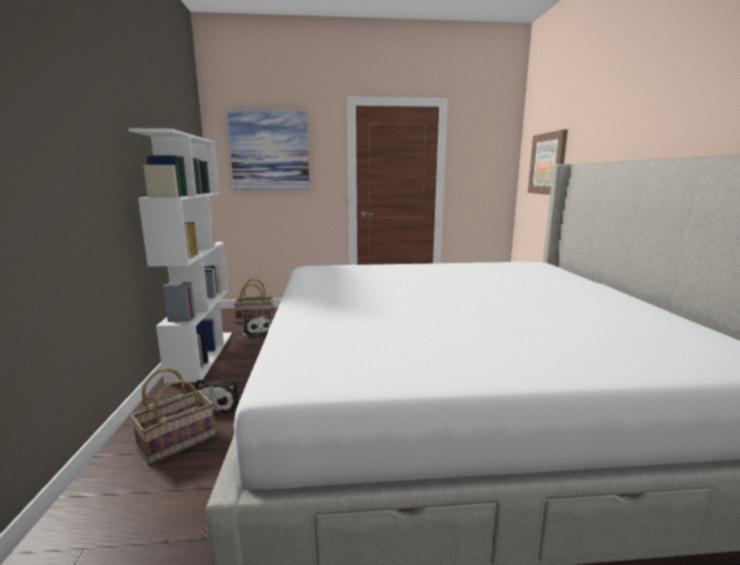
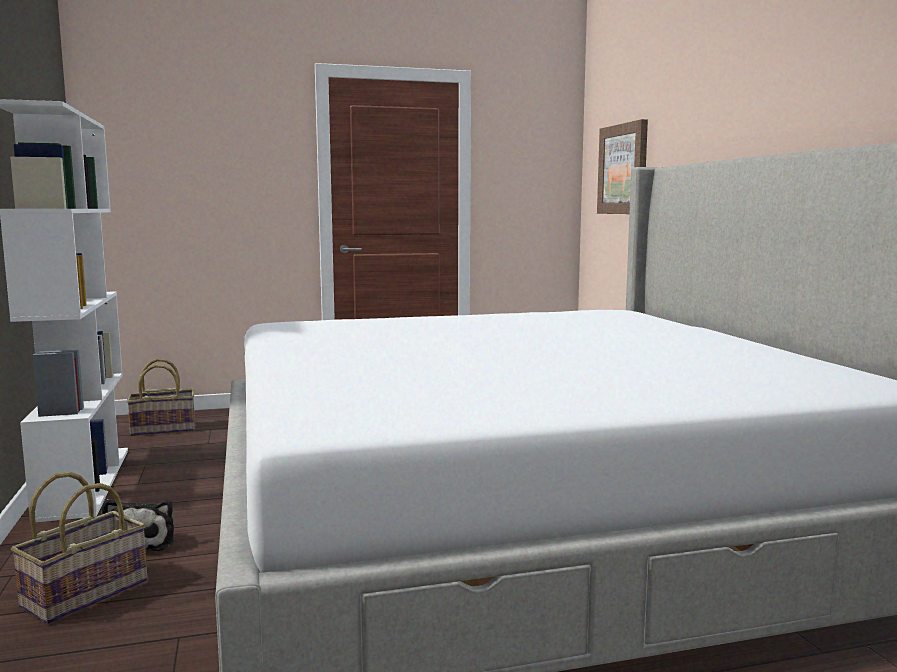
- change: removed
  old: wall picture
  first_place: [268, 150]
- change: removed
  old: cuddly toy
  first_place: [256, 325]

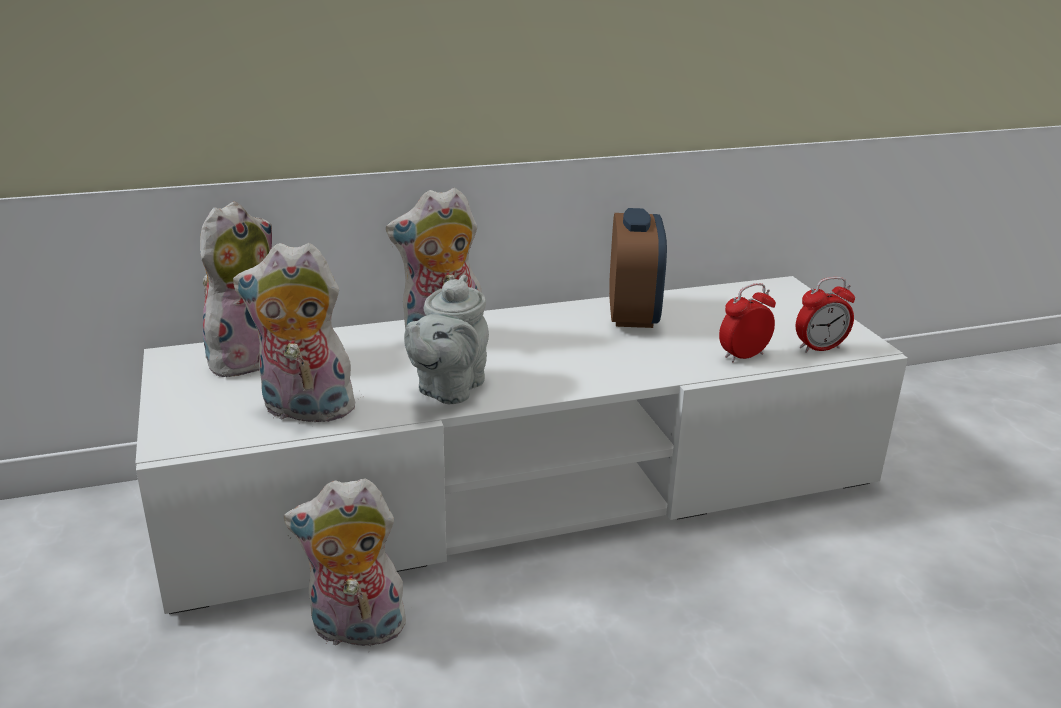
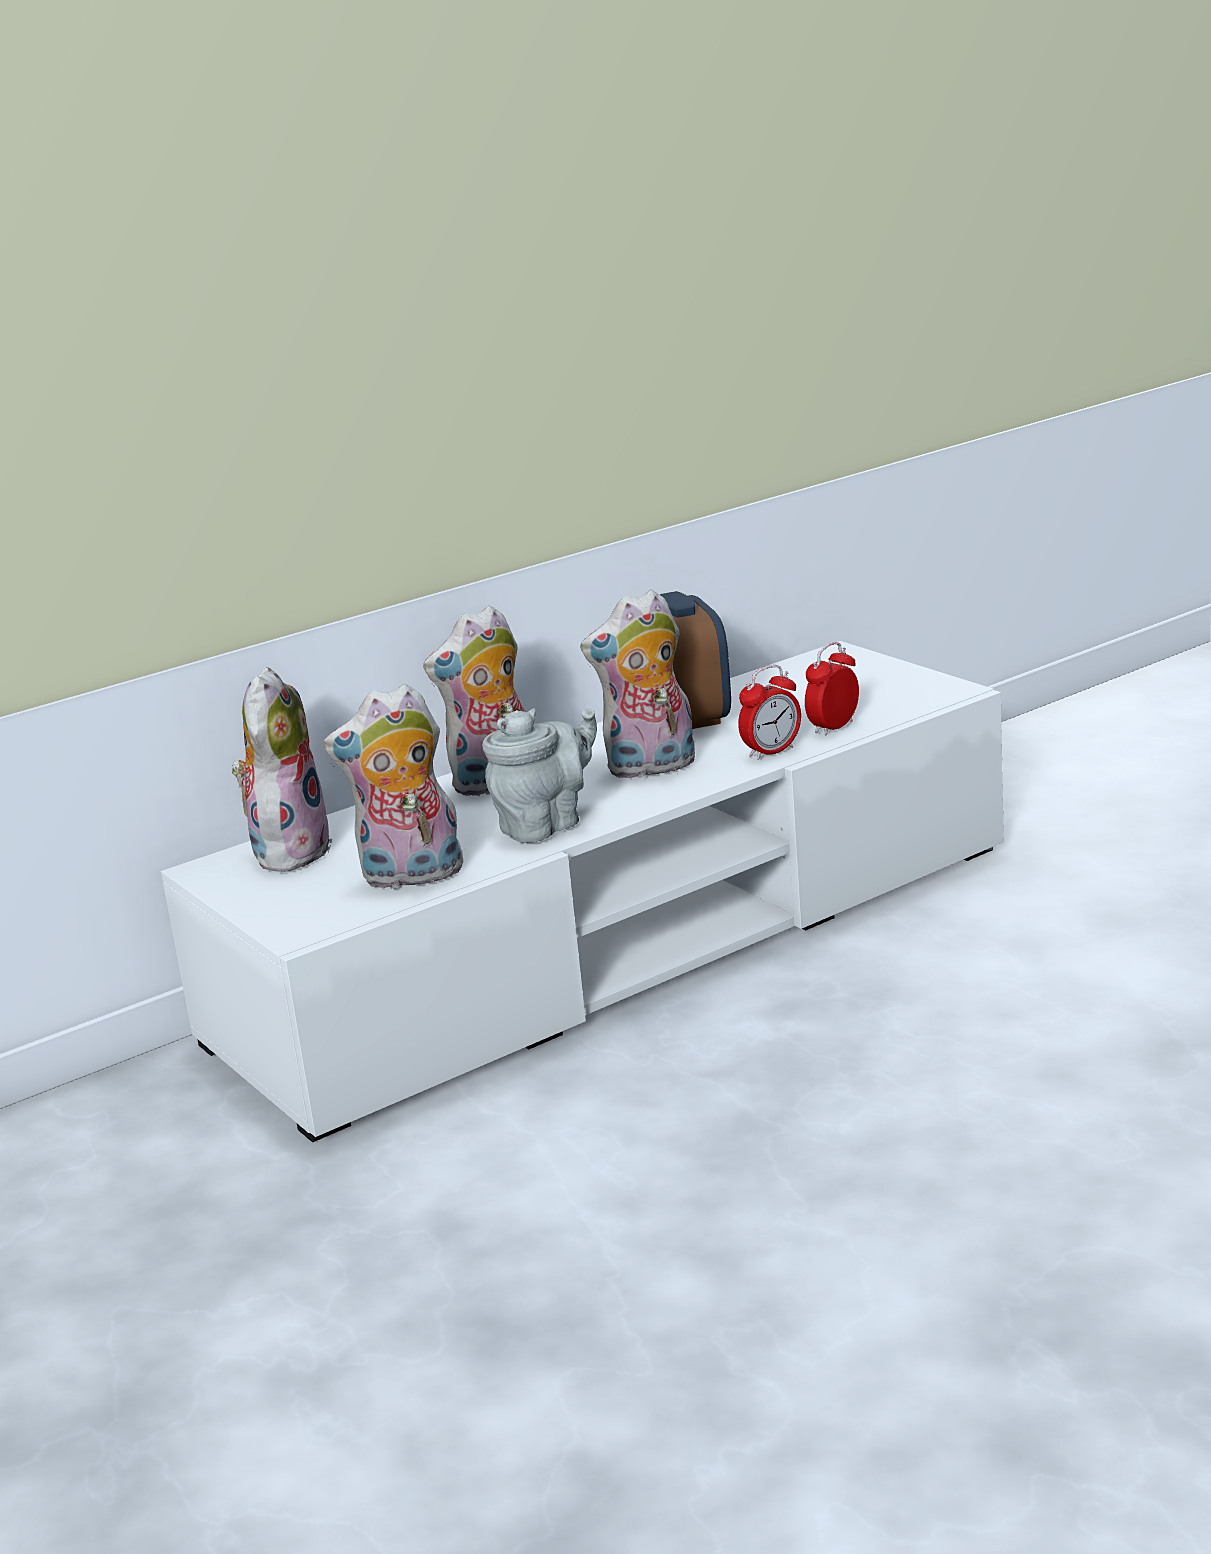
- change: turned
  old: pot for tea (gray)
  first_place: [446, 339]
  second_place: [539, 775]
  degrees: -135
- change: moved
  old: cuddly toy
  first_place: [346, 562]
  second_place: [637, 684]
- change: moved
  old: alarm clock
  first_place: [825, 315]
  second_place: [769, 712]

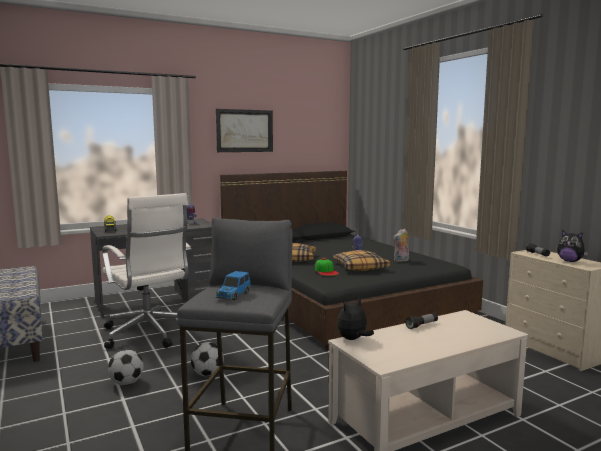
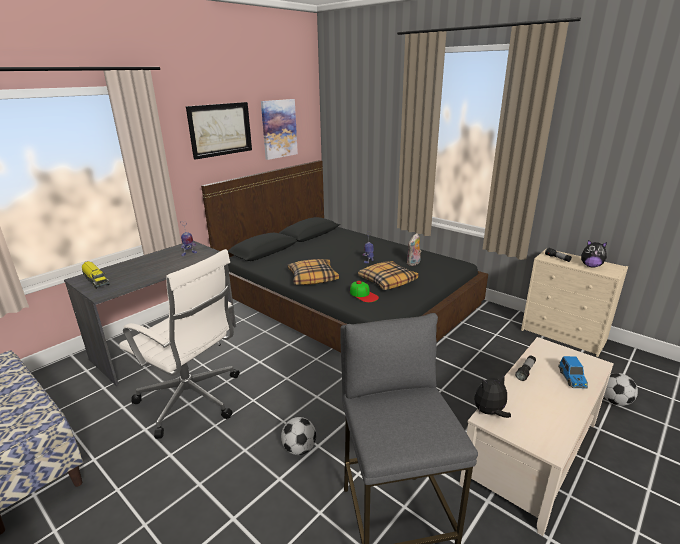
- change: added
  new: wall picture
  second_place: [279, 129]
- change: turned
  old: cuddly toy
  first_place: [355, 319]
  second_place: [492, 397]
  degrees: 45
- change: moved
  old: miniature car
  first_place: [234, 285]
  second_place: [573, 372]
- change: moved
  old: football ball
  first_place: [126, 368]
  second_place: [621, 389]

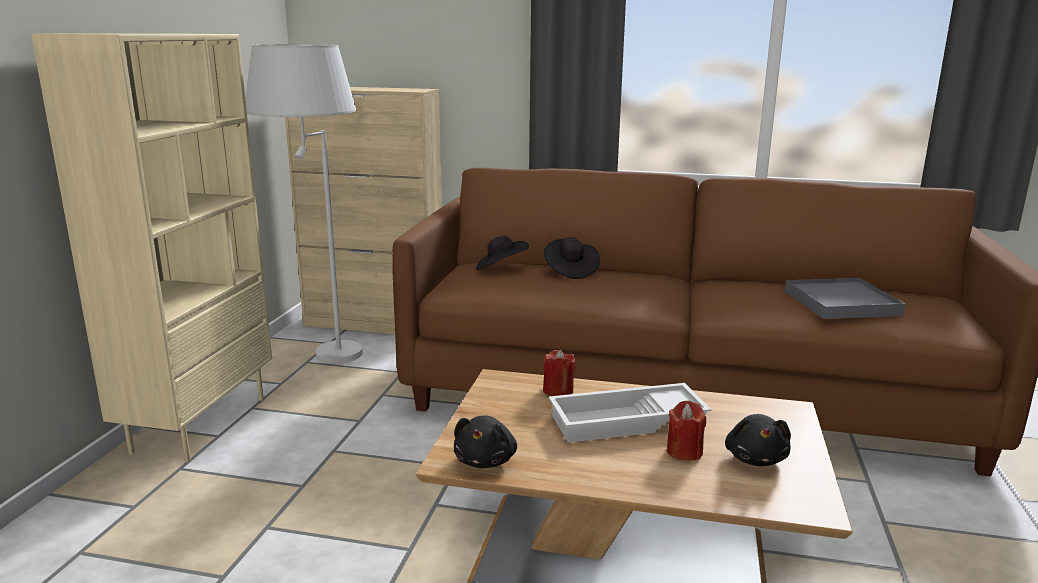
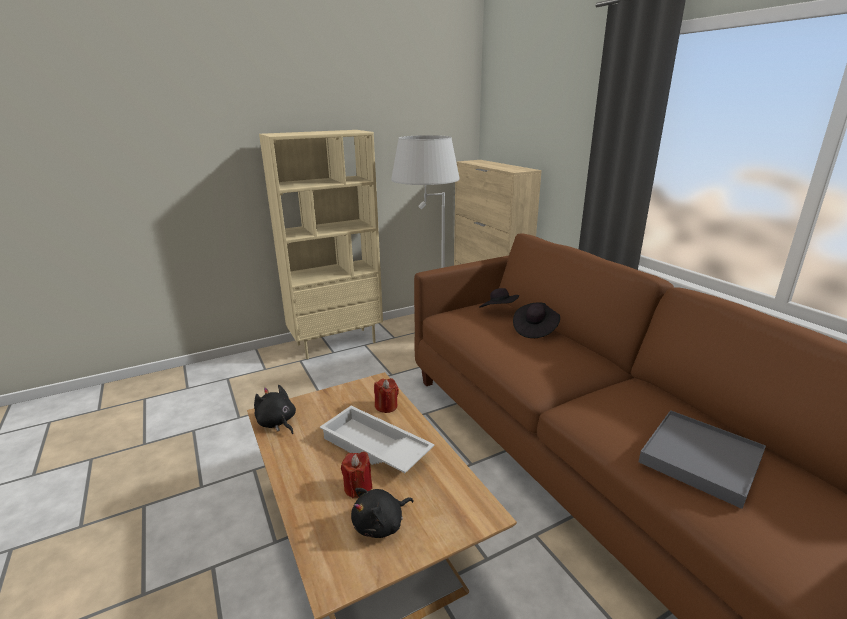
- change: turned
  old: cuddly toy (blackish)
  first_place: [485, 441]
  second_place: [275, 409]
  degrees: 75

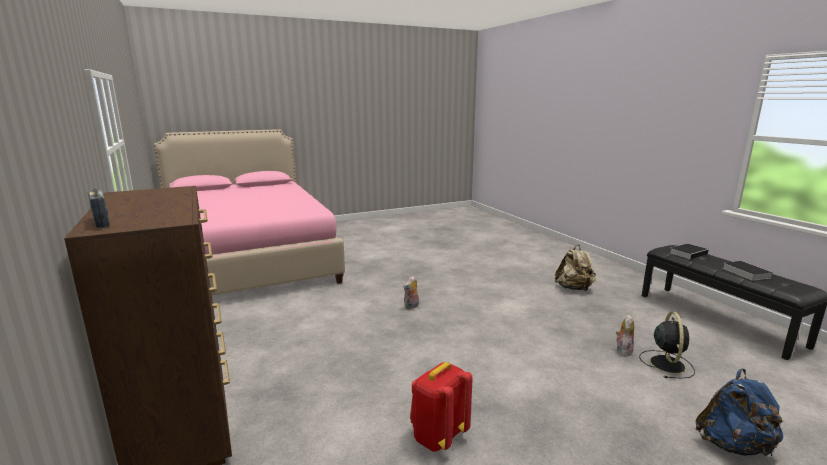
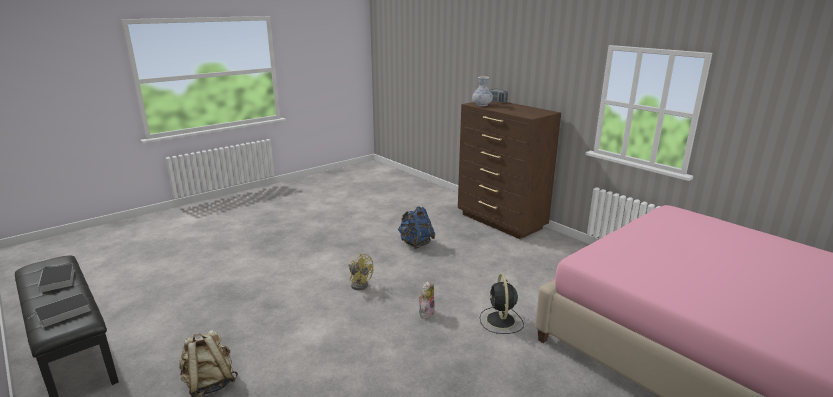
- change: added
  new: cooling fan (yellow-coloured)
  second_place: [360, 271]
- change: moved
  old: rucksack (bluish)
  first_place: [739, 413]
  second_place: [416, 227]
- change: added
  new: vase
  second_place: [482, 91]
- change: moved
  old: cooling fan (blackish)
  first_place: [667, 345]
  second_place: [502, 304]
- change: removed
  old: rucksack (red)
  first_place: [441, 407]
- change: removed
  old: cuddly toy
  first_place: [625, 335]

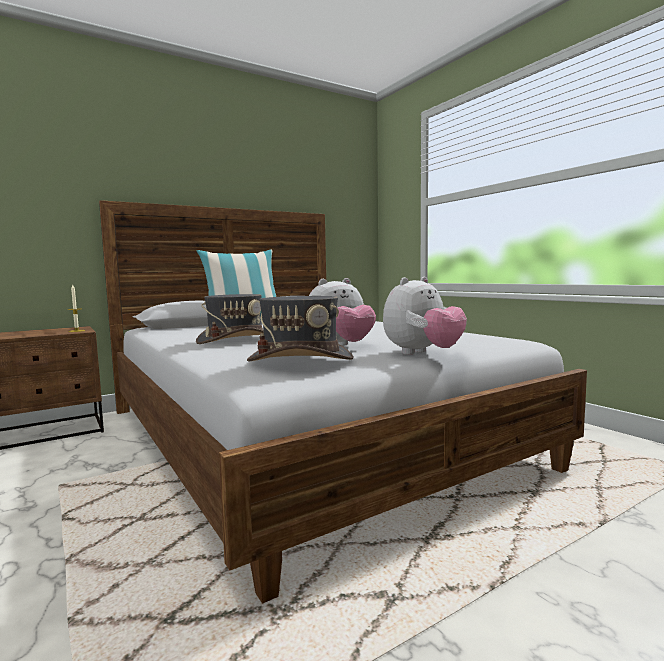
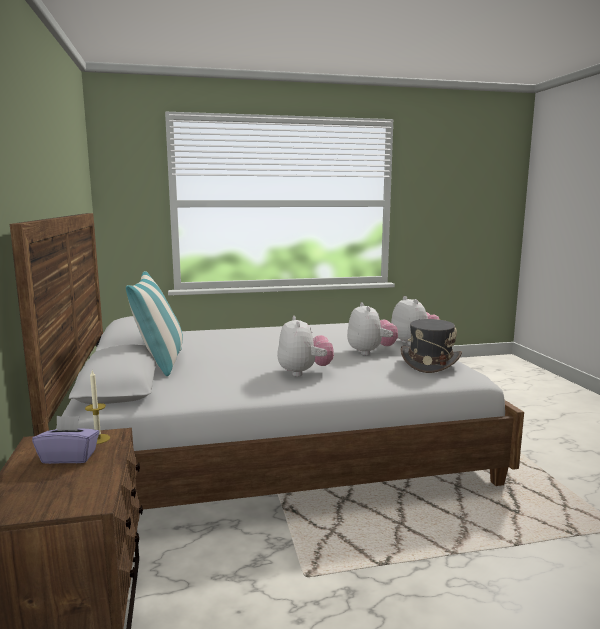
- change: added
  new: box of tissues (purple-coloured)
  second_place: [65, 440]
- change: replaced
  old: wearable hat (gray)
  new: cuddly toy
  first_place: [229, 319]
  second_place: [305, 346]

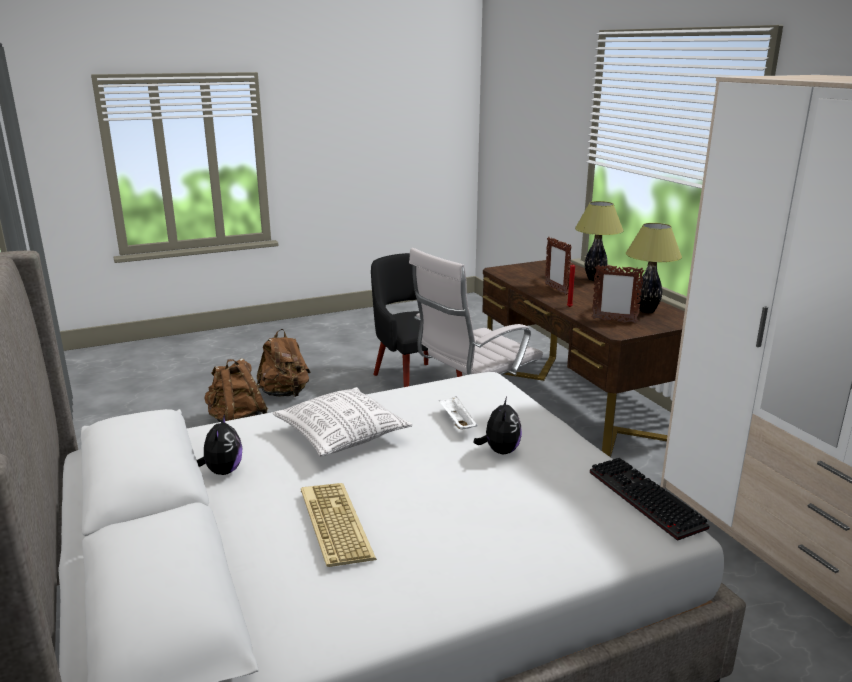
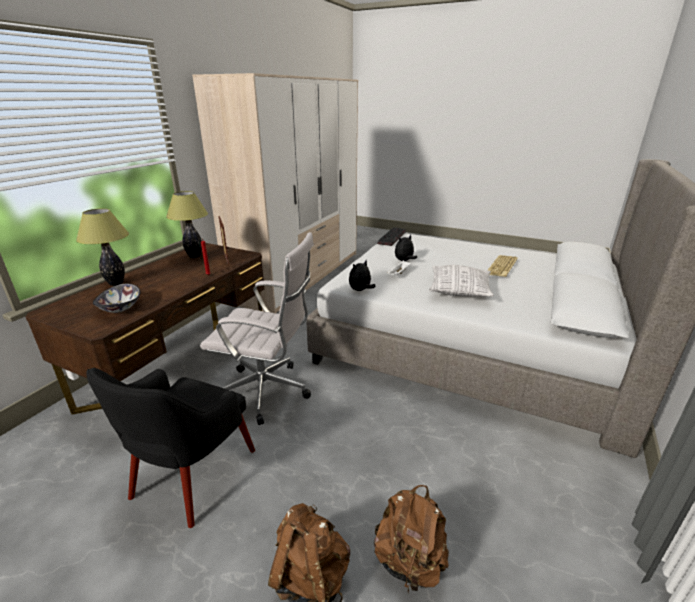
- change: added
  new: bowl
  second_place: [117, 298]
- change: moved
  old: cuddly toy
  first_place: [220, 444]
  second_place: [362, 275]
- change: removed
  old: picture frame
  first_place: [558, 266]

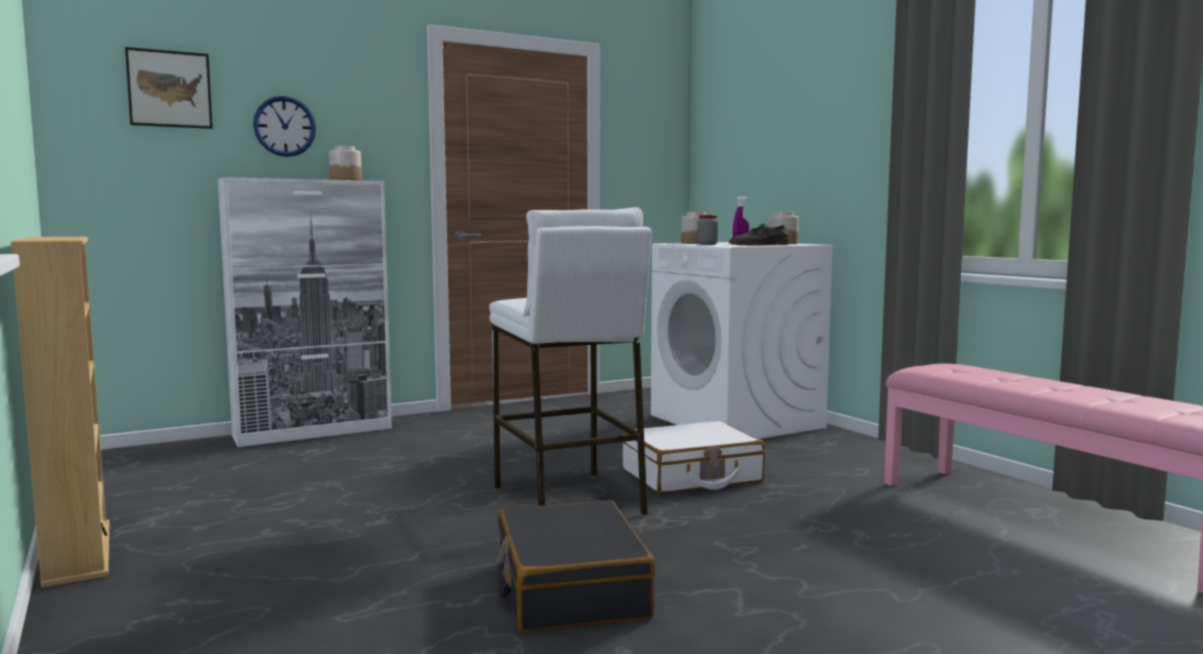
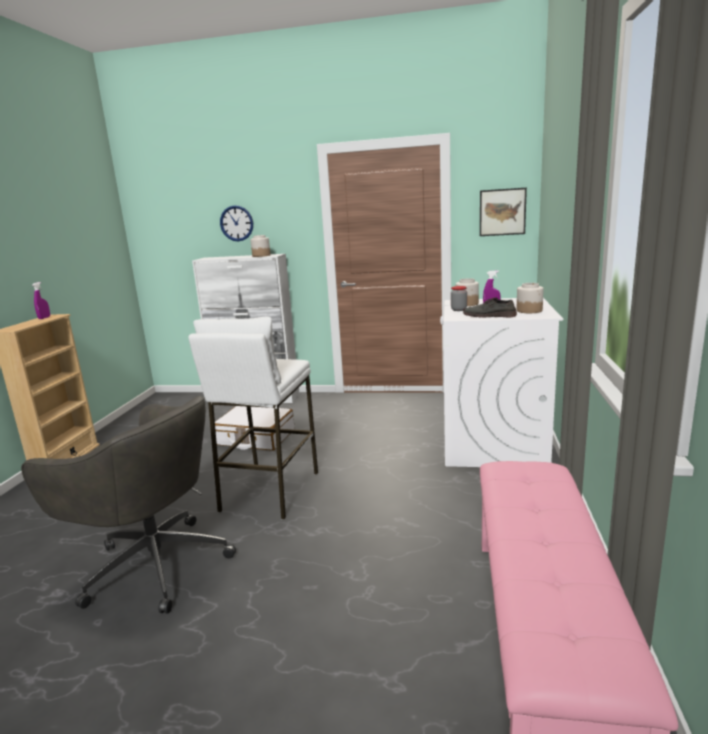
- change: replaced
  old: suitcase (blackish)
  new: office chair (gray)
  first_place: [576, 566]
  second_place: [128, 505]
- change: added
  new: hand sprayer (purple-coloured)
  second_place: [41, 300]
- change: moved
  old: suitcase (white)
  first_place: [693, 457]
  second_place: [254, 428]
- change: moved
  old: wall picture
  first_place: [169, 88]
  second_place: [503, 212]

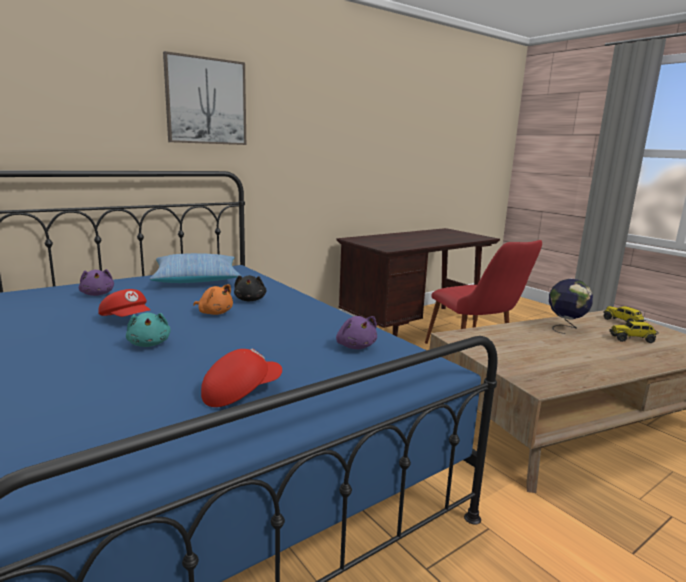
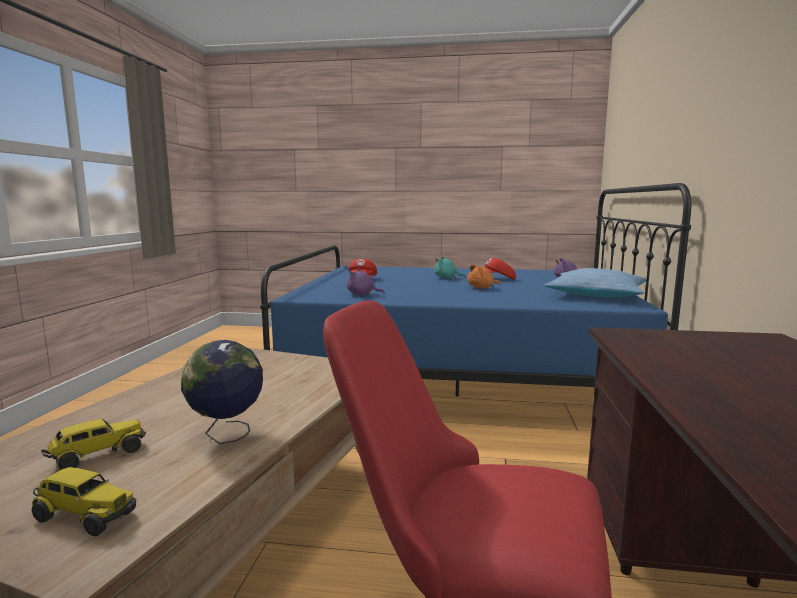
- change: removed
  old: wall picture
  first_place: [204, 98]
- change: removed
  old: cuddly toy (blackish)
  first_place: [250, 288]

